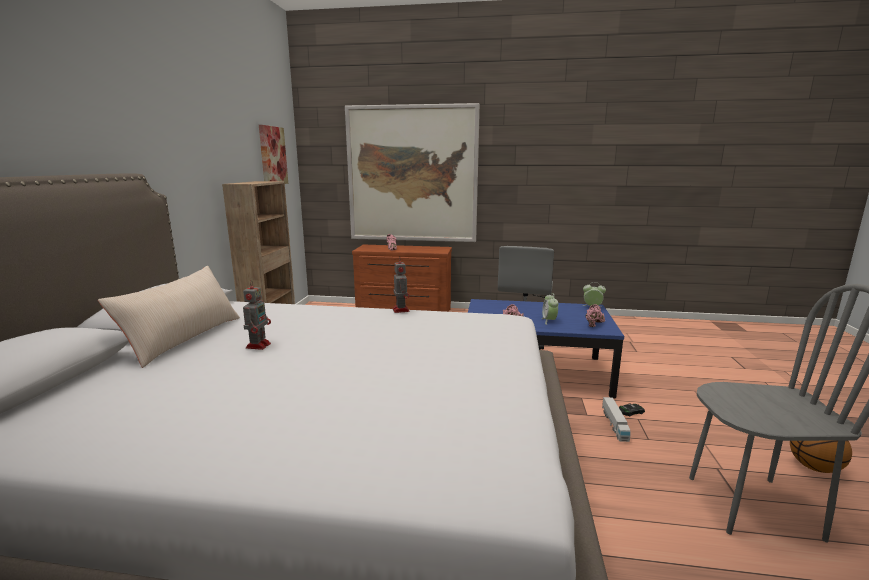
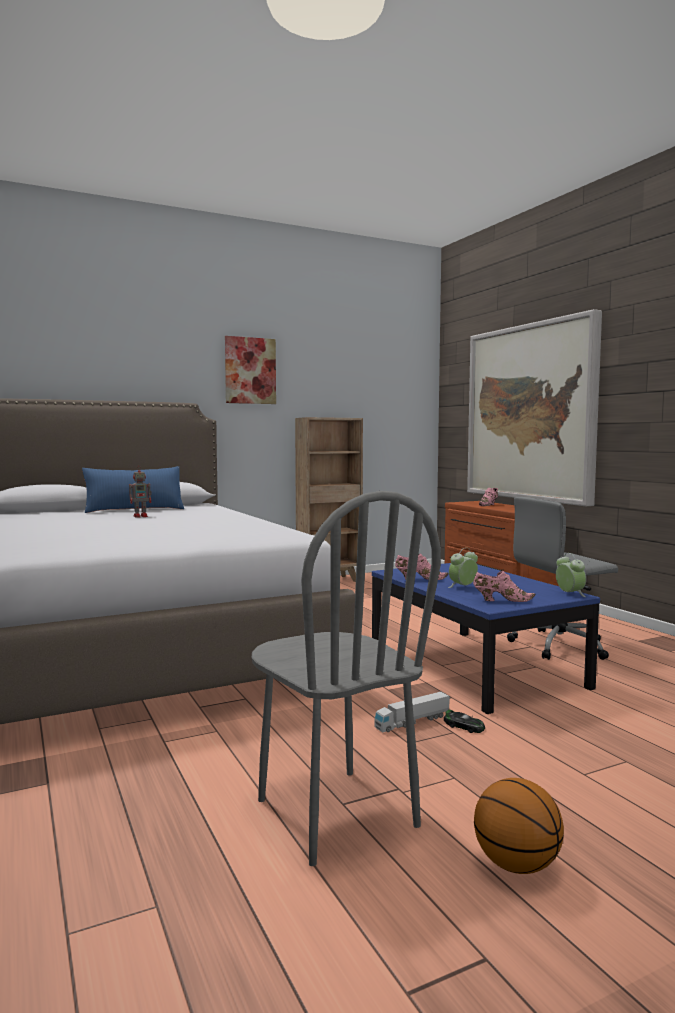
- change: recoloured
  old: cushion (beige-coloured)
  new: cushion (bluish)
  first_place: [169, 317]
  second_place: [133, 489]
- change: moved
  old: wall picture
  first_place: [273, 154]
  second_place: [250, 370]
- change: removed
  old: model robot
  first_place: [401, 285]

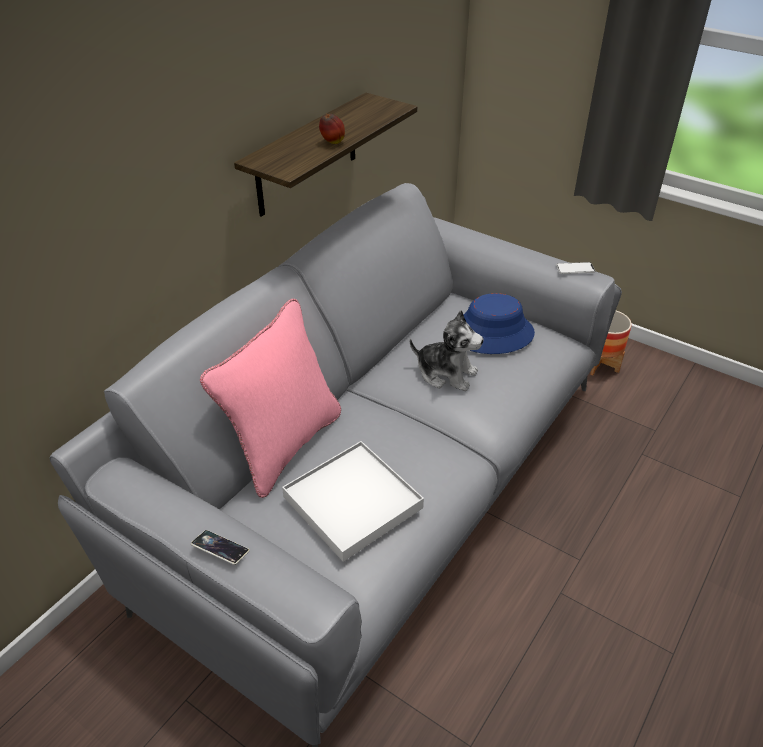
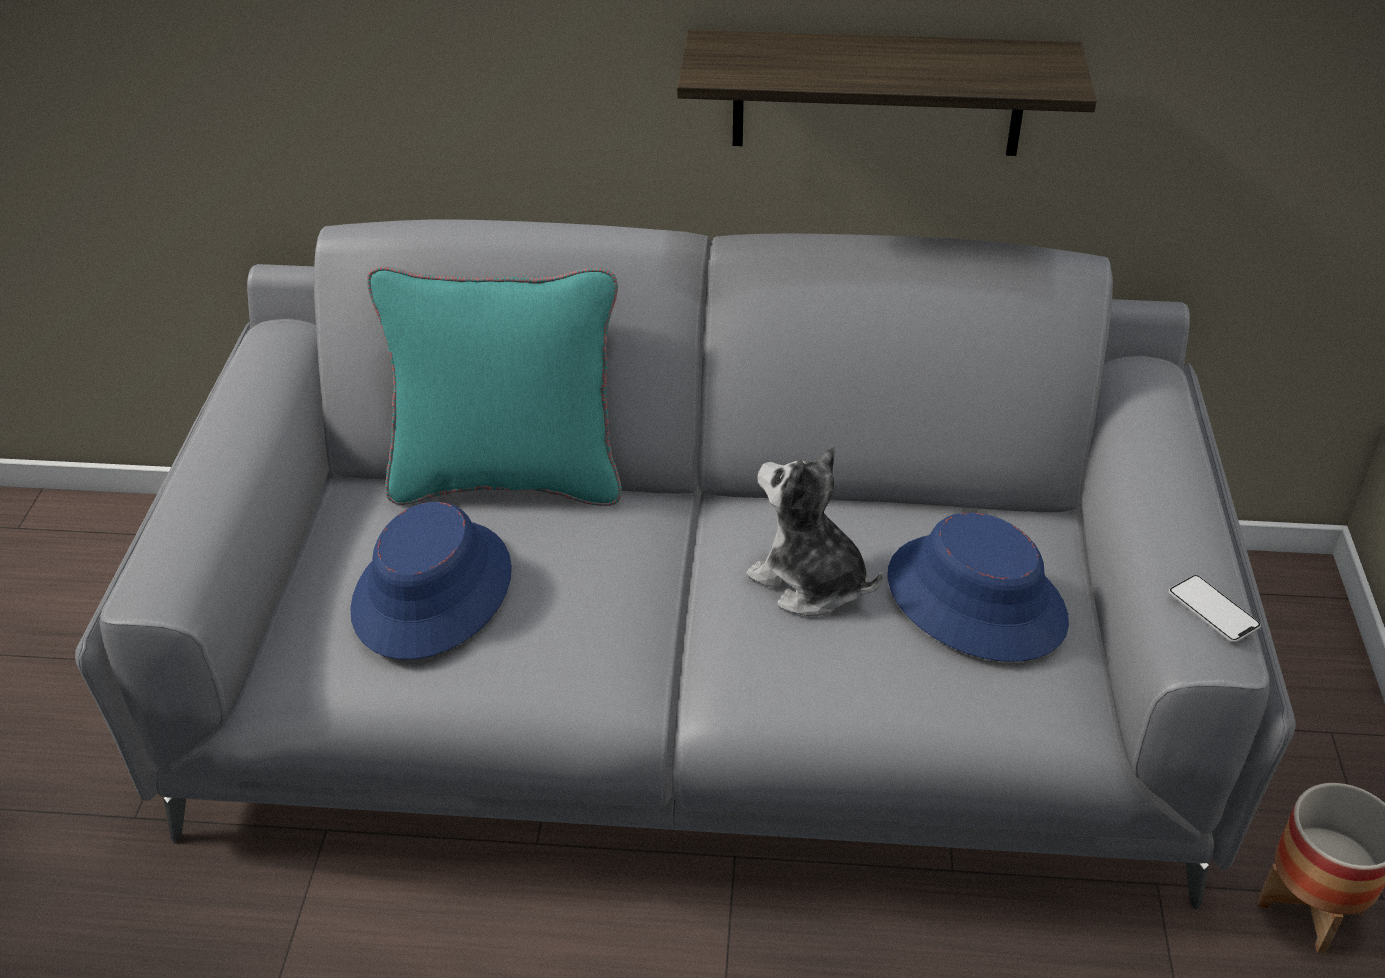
- change: replaced
  old: tray (white)
  new: wearable hat (bluish)
  first_place: [353, 501]
  second_place: [431, 580]
- change: recoloured
  old: cushion (pink)
  new: cushion (blue-green)
  first_place: [270, 398]
  second_place: [494, 386]
- change: turned
  old: cuddly toy
  first_place: [446, 350]
  second_place: [814, 531]
  degrees: 135
- change: removed
  old: telephone
  first_place: [220, 547]
- change: removed
  old: apple fruit
  first_place: [332, 129]

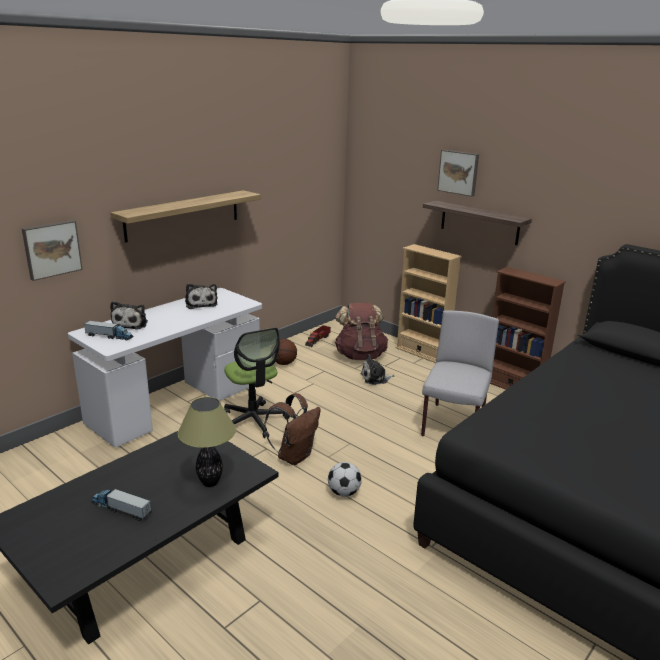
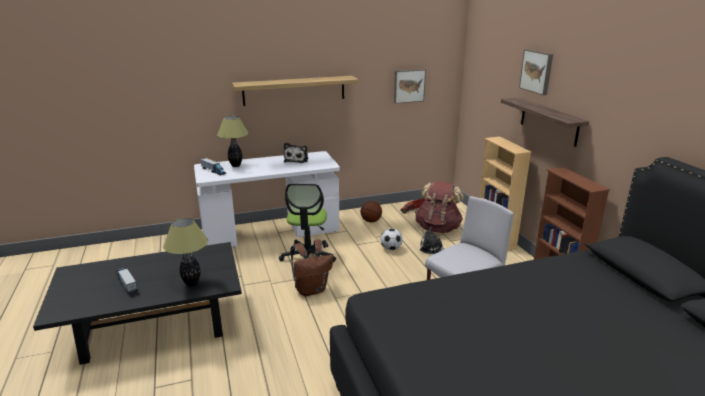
- change: replaced
  old: cuddly toy
  new: table lamp
  first_place: [129, 315]
  second_place: [233, 141]
- change: moved
  old: football ball
  first_place: [345, 479]
  second_place: [392, 239]
- change: moved
  old: wall picture
  first_place: [52, 250]
  second_place: [410, 86]

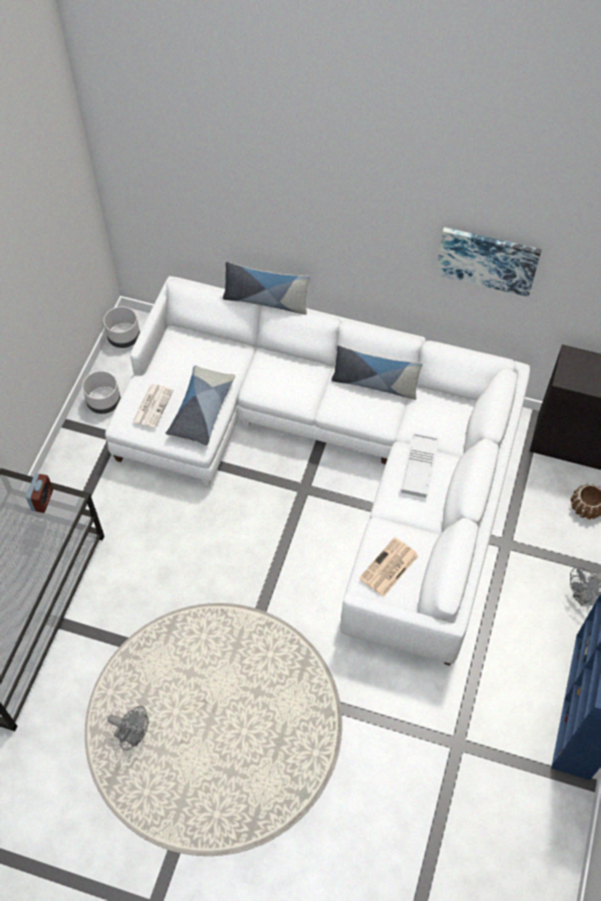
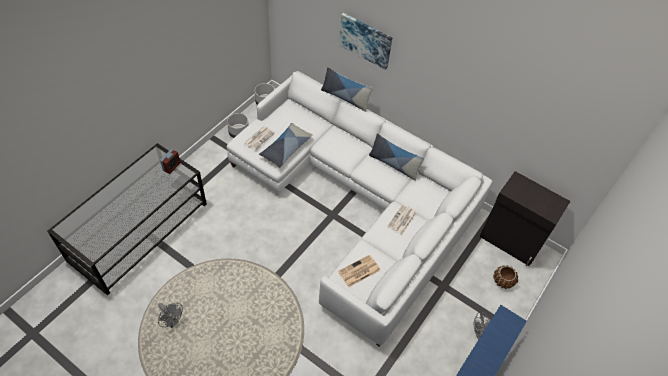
- change: moved
  old: wall picture
  first_place: [489, 262]
  second_place: [366, 41]
- change: replaced
  old: tray (white)
  new: daily paper
  first_place: [420, 465]
  second_place: [401, 219]

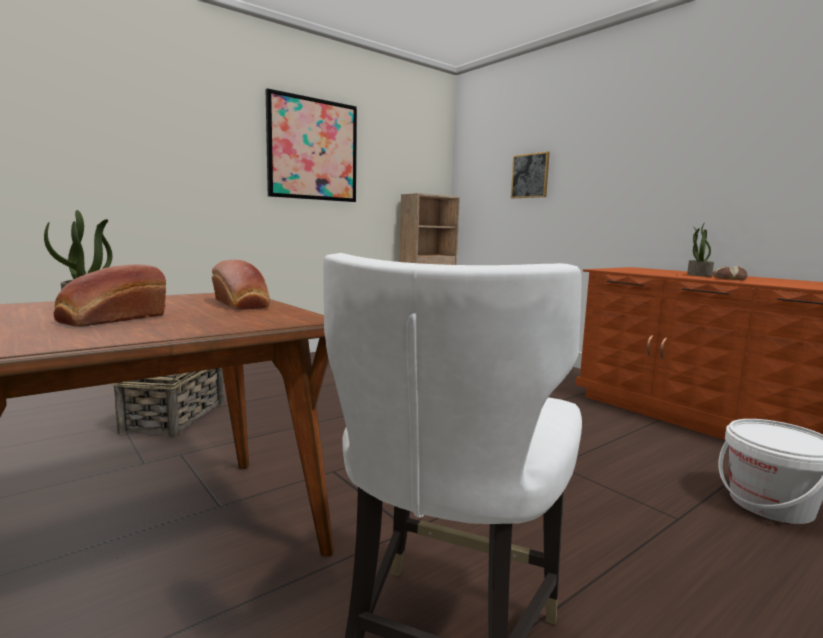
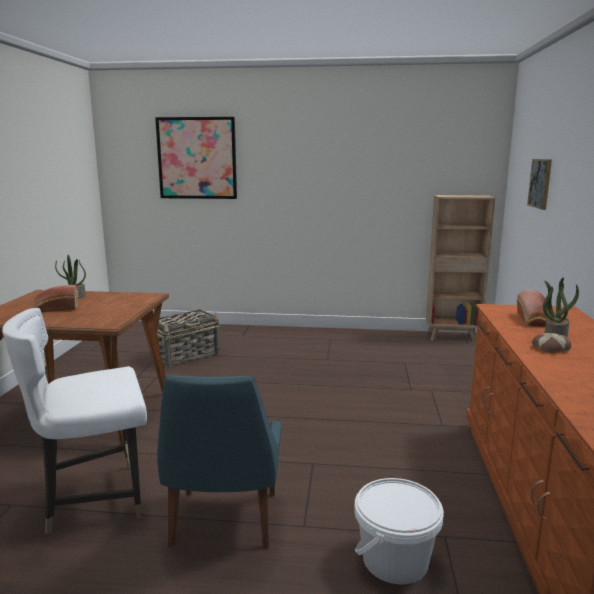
- change: moved
  old: wall picture
  first_place: [311, 145]
  second_place: [196, 158]
- change: added
  new: upright chair (bluish)
  second_place: [219, 462]
- change: moved
  old: bakery bread
  first_place: [241, 284]
  second_place: [533, 308]

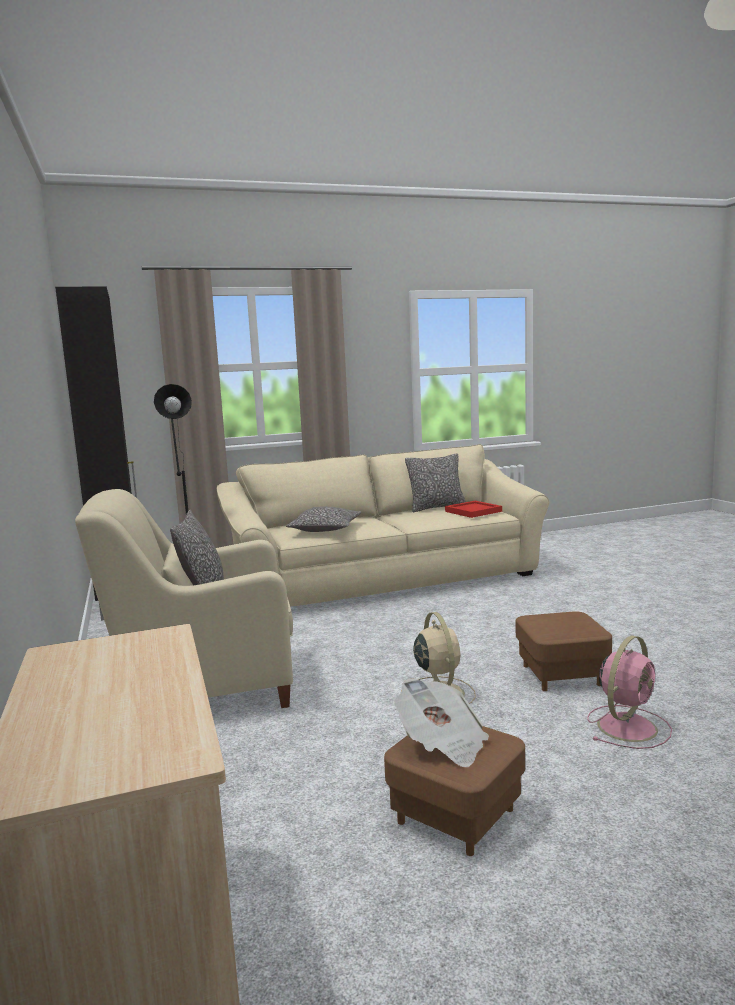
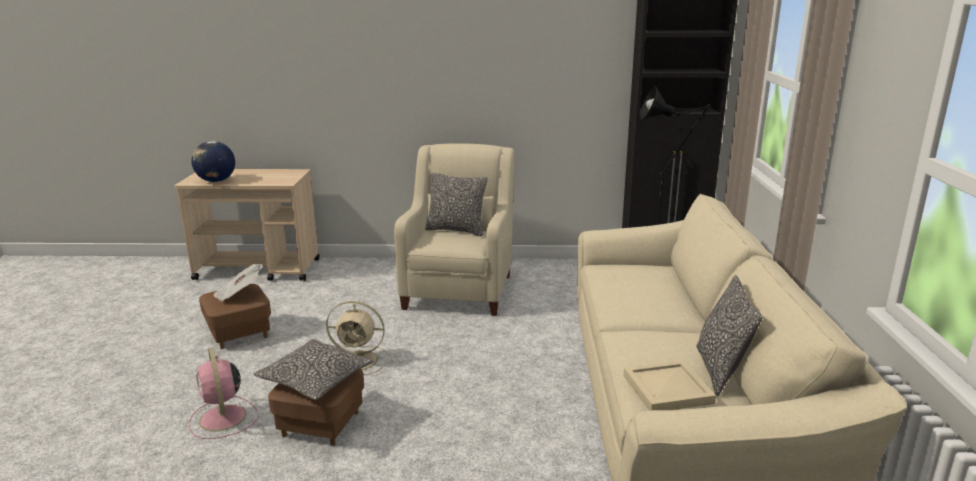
- change: added
  new: world globe
  second_place: [213, 161]
- change: moved
  old: cushion
  first_place: [323, 519]
  second_place: [314, 369]
- change: recoloured
  old: tray (red)
  new: tray (beige-coloured)
  first_place: [473, 509]
  second_place: [670, 385]

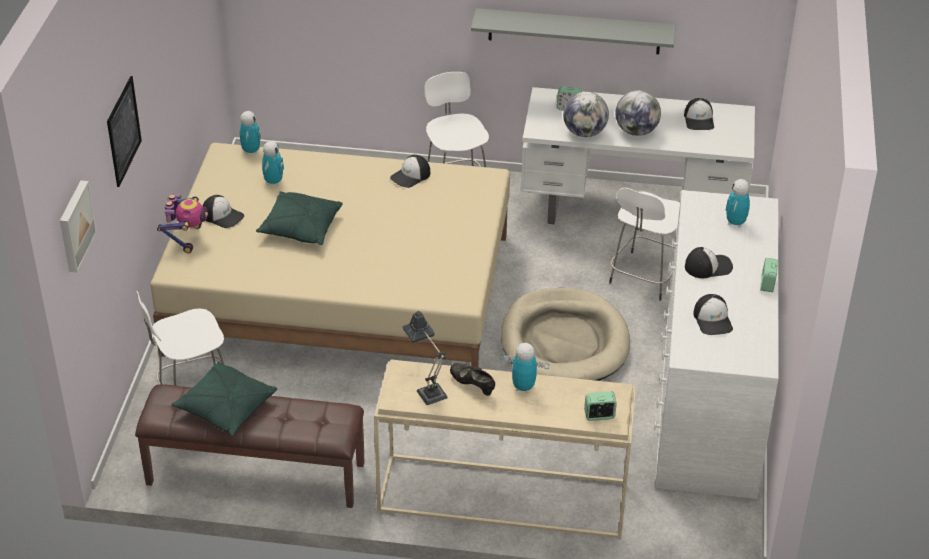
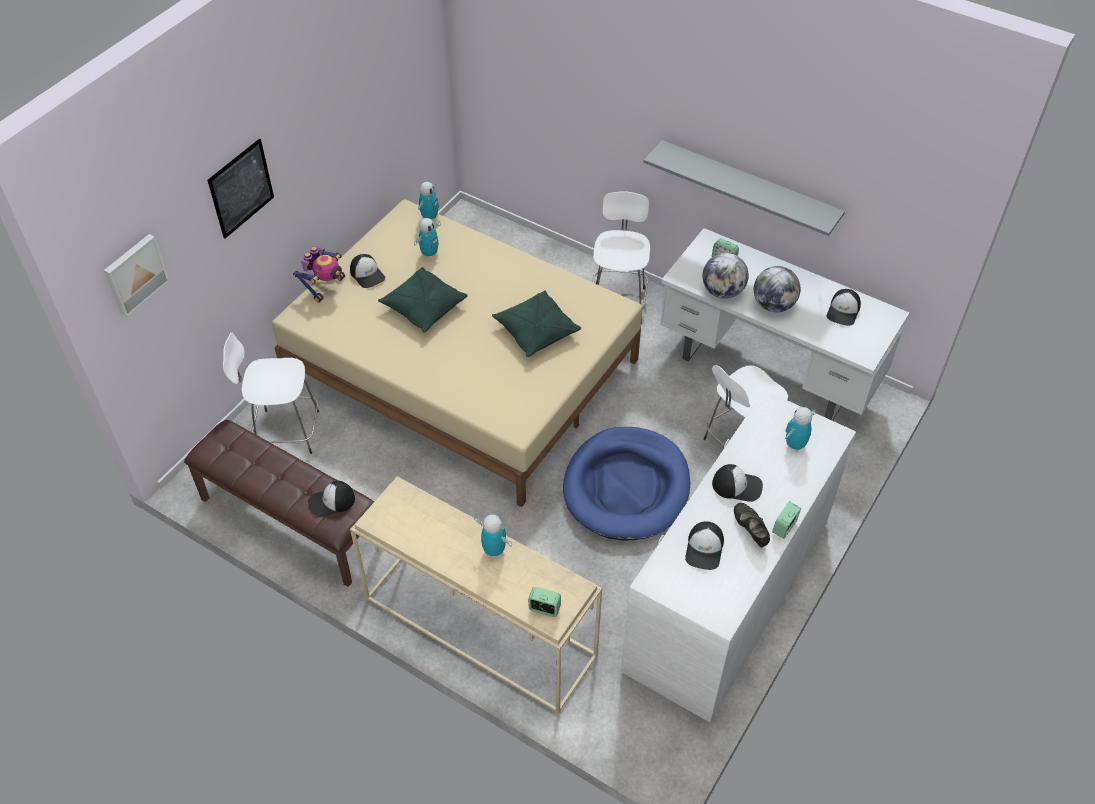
- change: moved
  old: cap
  first_place: [410, 171]
  second_place: [331, 499]
- change: moved
  old: cushion (green-coloured)
  first_place: [224, 398]
  second_place: [536, 323]
- change: recoloured
  old: dog bed (beige-coloured)
  new: dog bed (bluish)
  first_place: [565, 334]
  second_place: [626, 484]
- change: moved
  old: shoe (blackish)
  first_place: [472, 379]
  second_place: [752, 525]
- change: removed
  old: table lamp
  first_place: [425, 358]

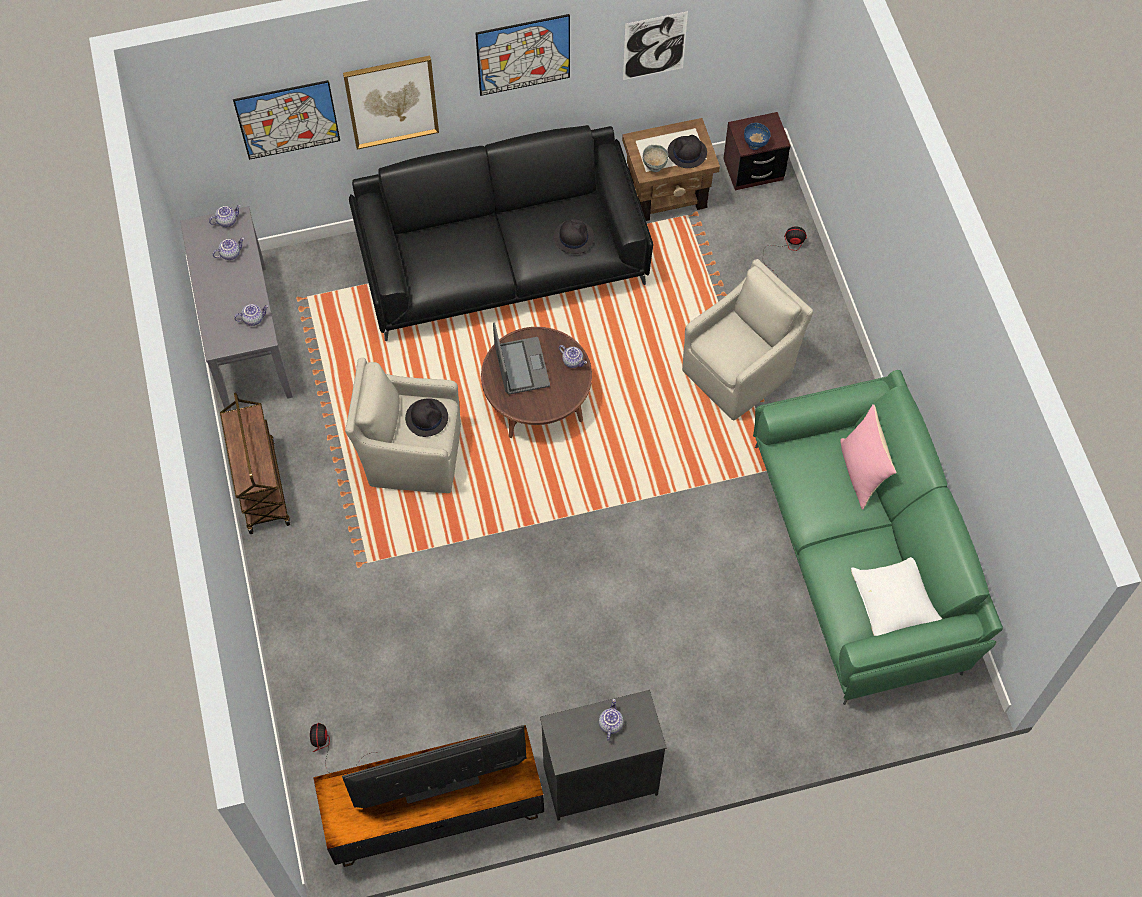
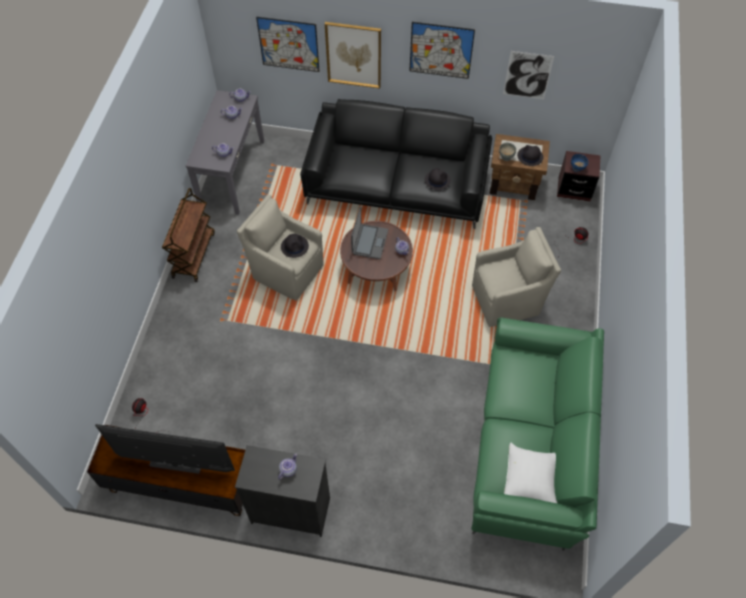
- change: removed
  old: cushion (pink)
  first_place: [868, 457]

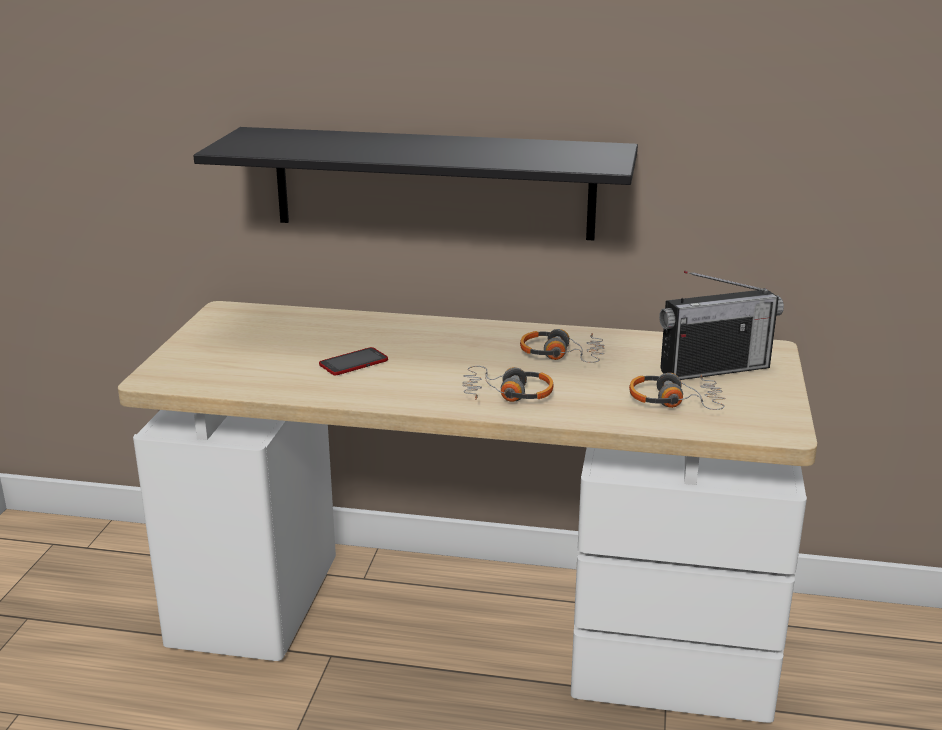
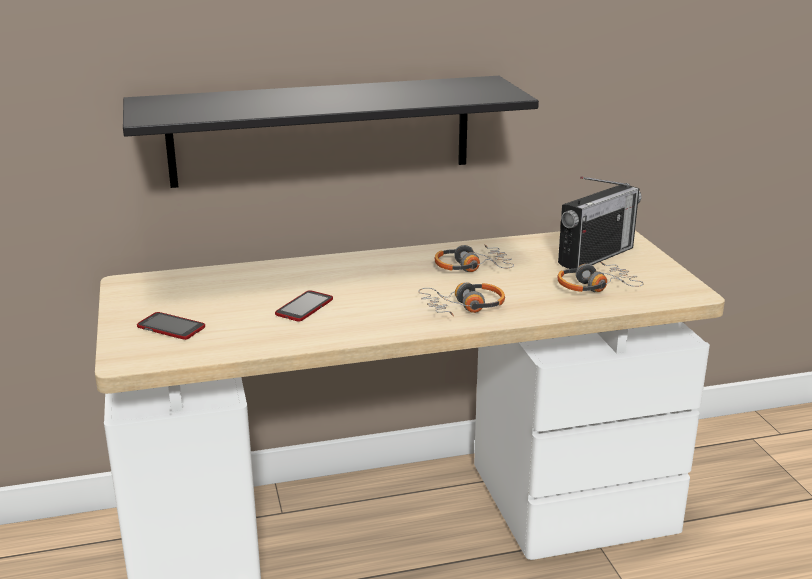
- change: added
  new: telephone
  second_place: [171, 326]

